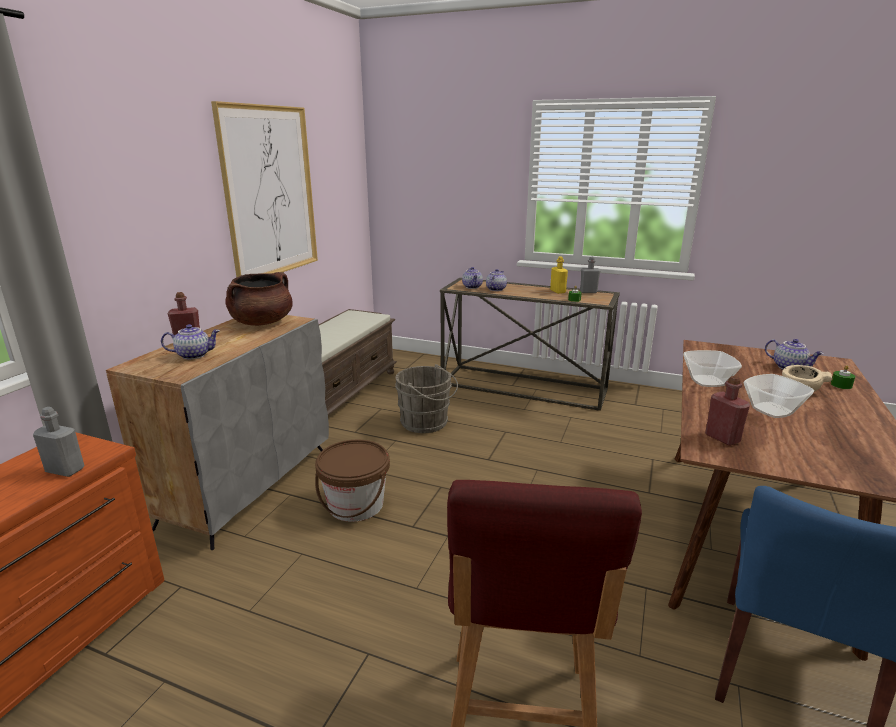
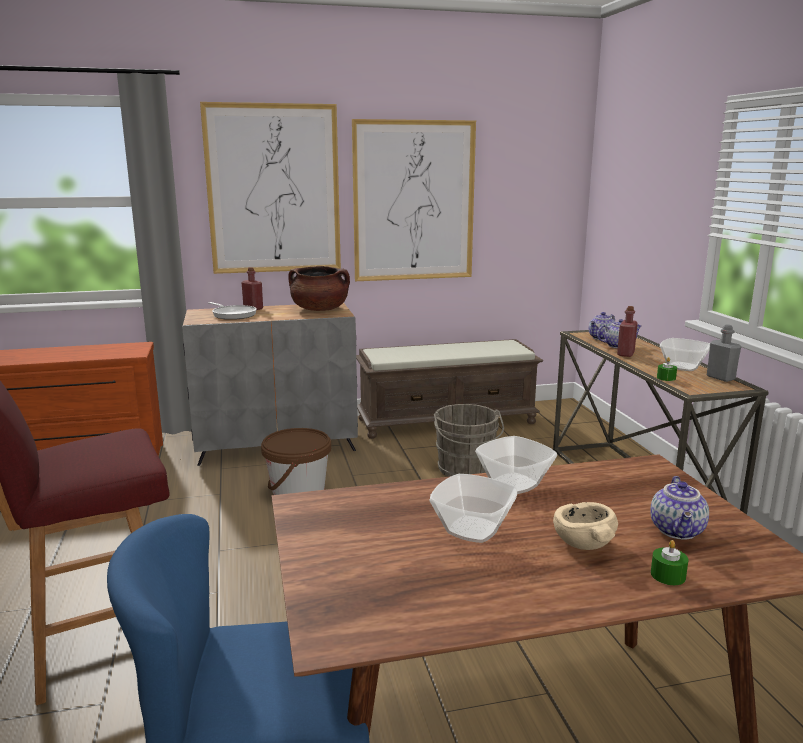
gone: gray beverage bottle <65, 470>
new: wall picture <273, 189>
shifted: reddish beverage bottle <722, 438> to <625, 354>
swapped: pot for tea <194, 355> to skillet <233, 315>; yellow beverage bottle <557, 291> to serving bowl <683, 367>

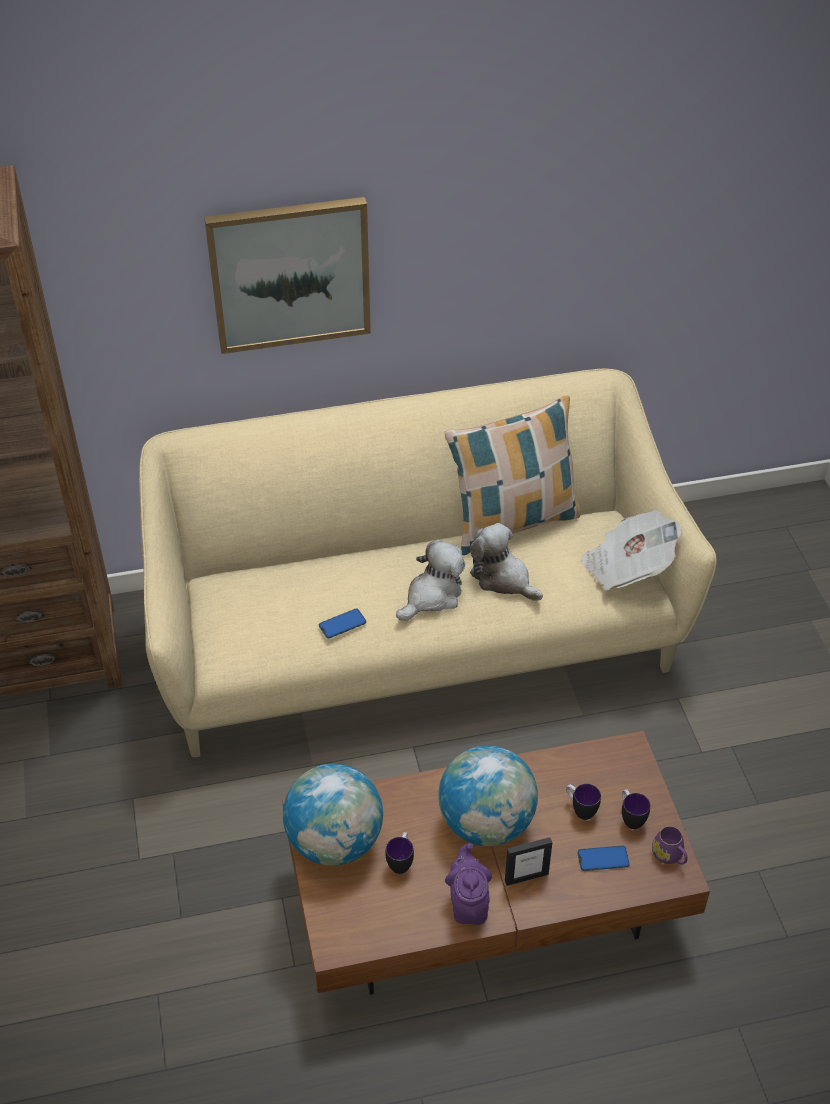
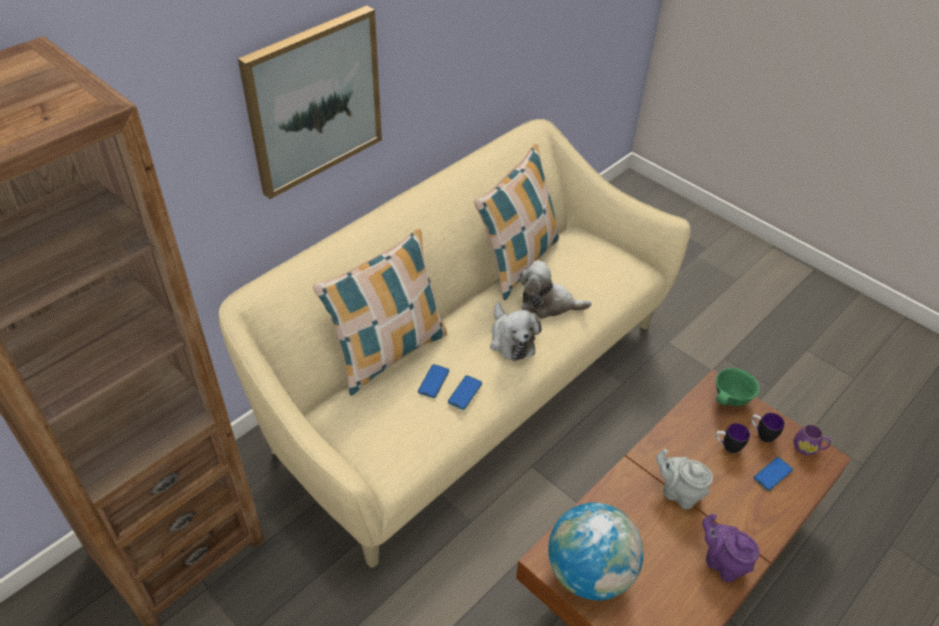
gone: tea mug <401, 861>; picture frame <526, 877>; newspaper <627, 567>
new: pillow <388, 352>; handset <433, 381>; green-coloured serving bowl <731, 399>
swapped: desk globe <486, 823> to gray pot for tea <678, 493>
rotated: soft toy <432, 596> = <511, 339> 150 degrees clockwise

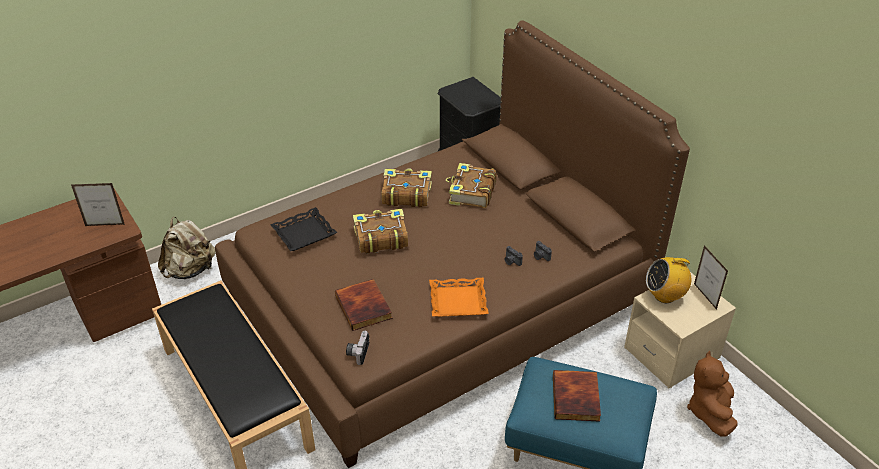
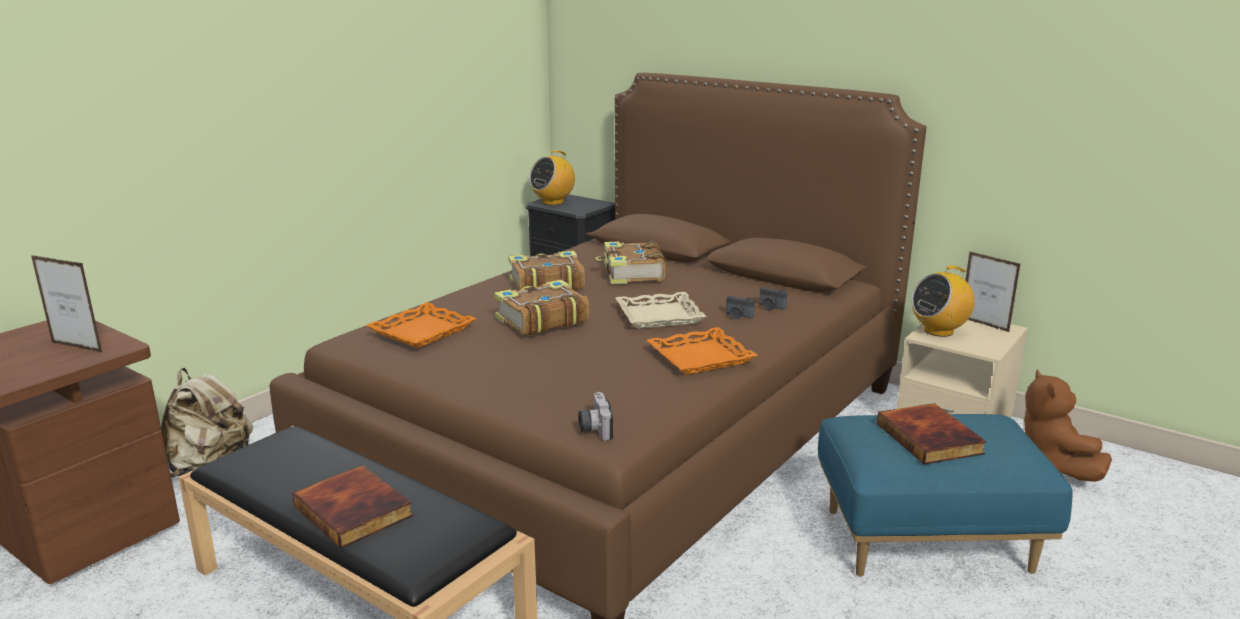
new: radio receiver <553, 202>; sand-coloured serving tray <659, 316>
shifted: volume <364, 307> to <355, 510>
repainted: blackish serving tray <304, 234> to orange serving tray <423, 332>
rotated: picture frame <105, 225> = <77, 347> 45 degrees clockwise

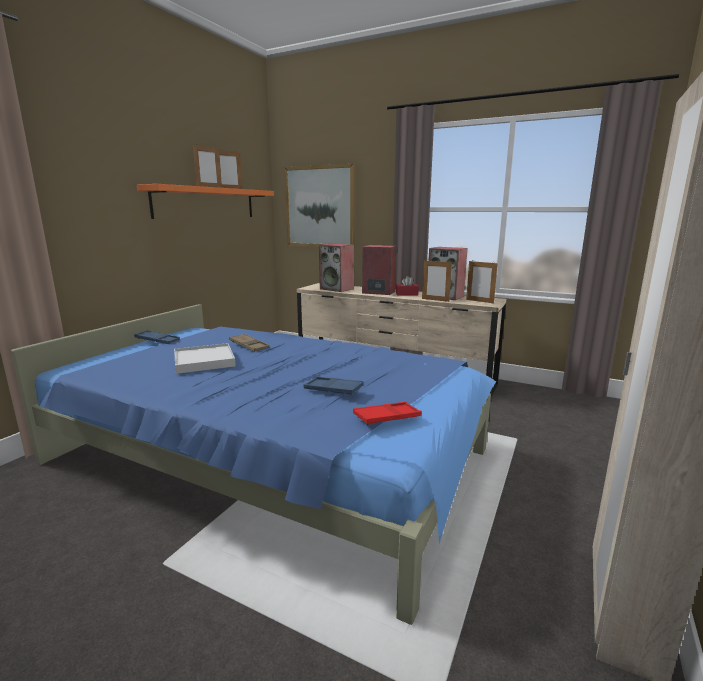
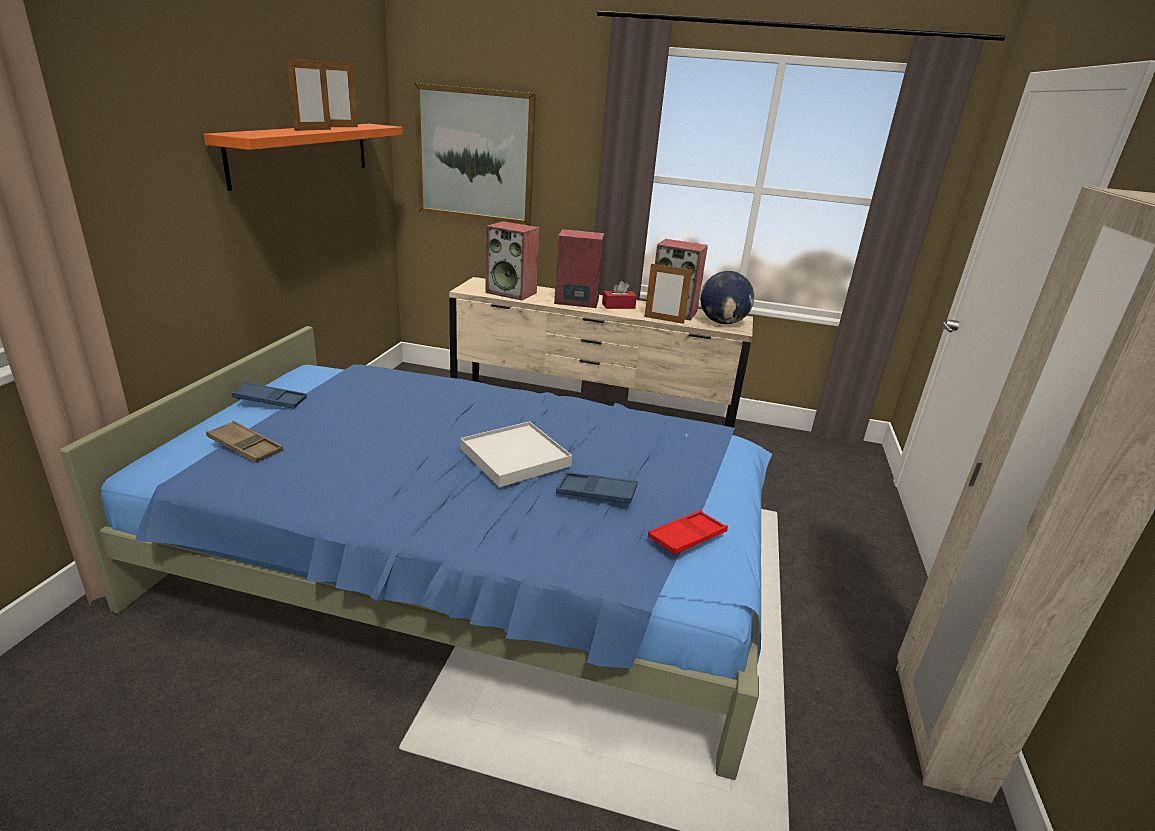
shifted: whitish serving tray <204, 361> to <515, 457>; brown serving tray <249, 346> to <245, 447>
swapped: picture frame <479, 301> to desk globe <722, 322>

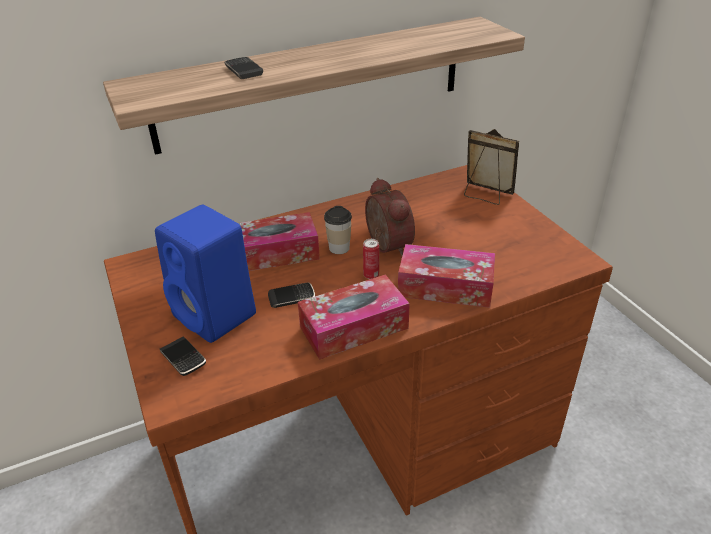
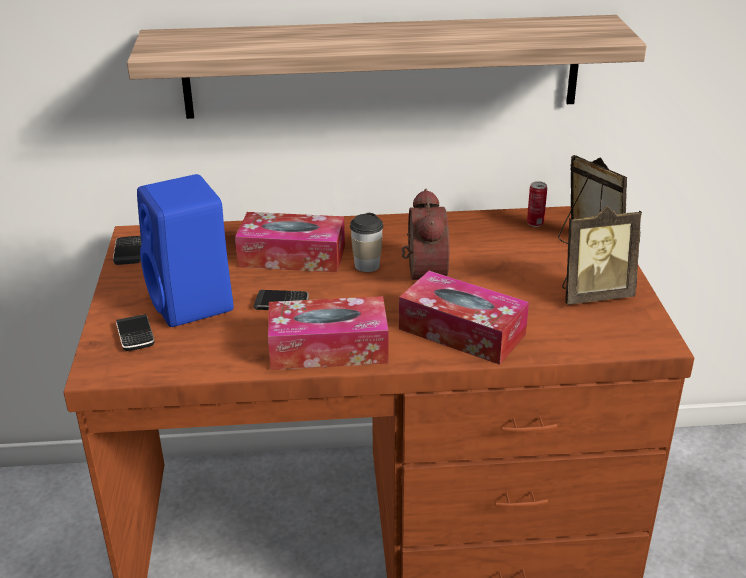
new: picture frame <593, 295>
shifted: handset <244, 70> to <129, 253>; metal can <371, 275> to <535, 223>

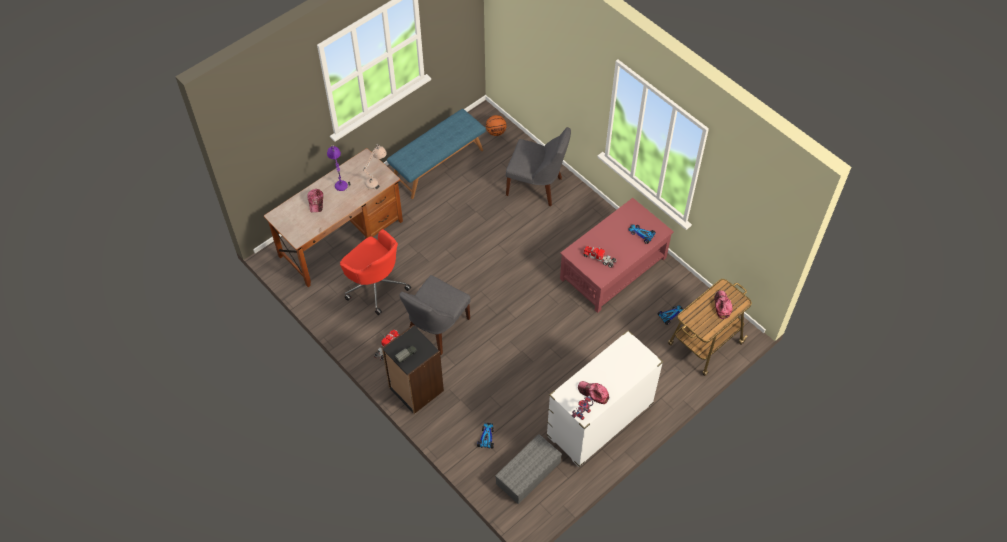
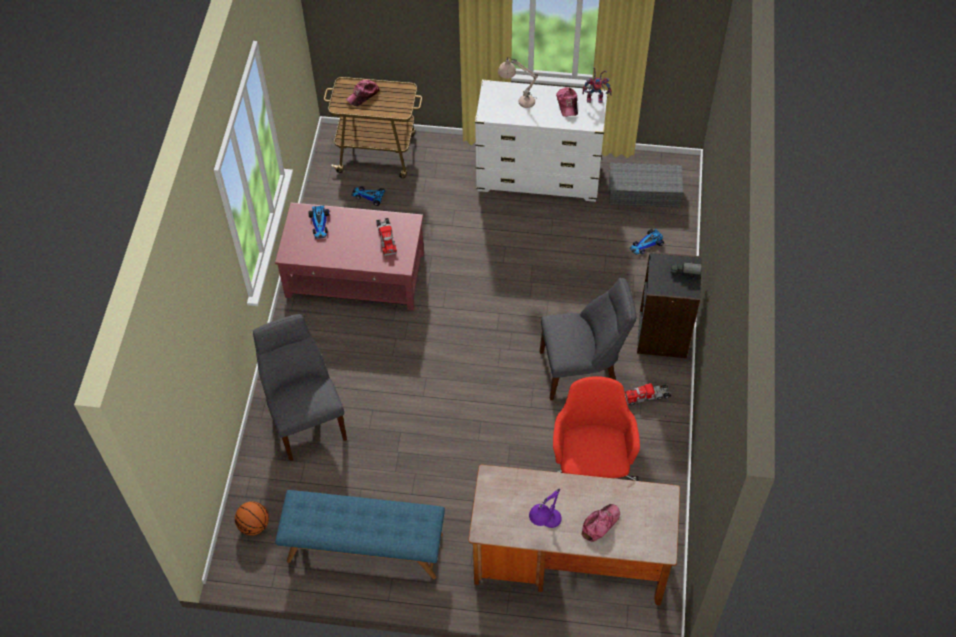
shifted: sand-coloured tabletop lamp <377, 179> to <517, 101>

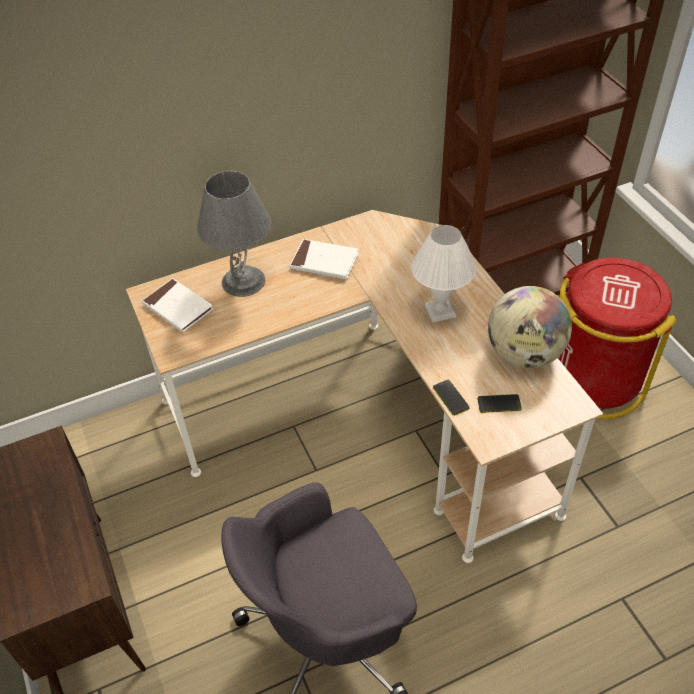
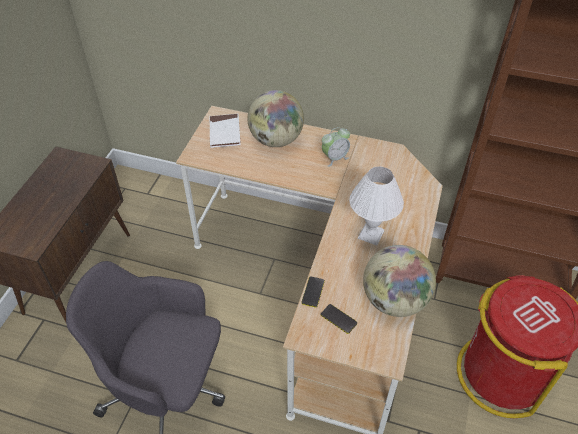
swapped: gray tabletop lamp <244, 281> to desk globe <276, 140>; whitish volume <324, 262> to alarm clock <334, 158>

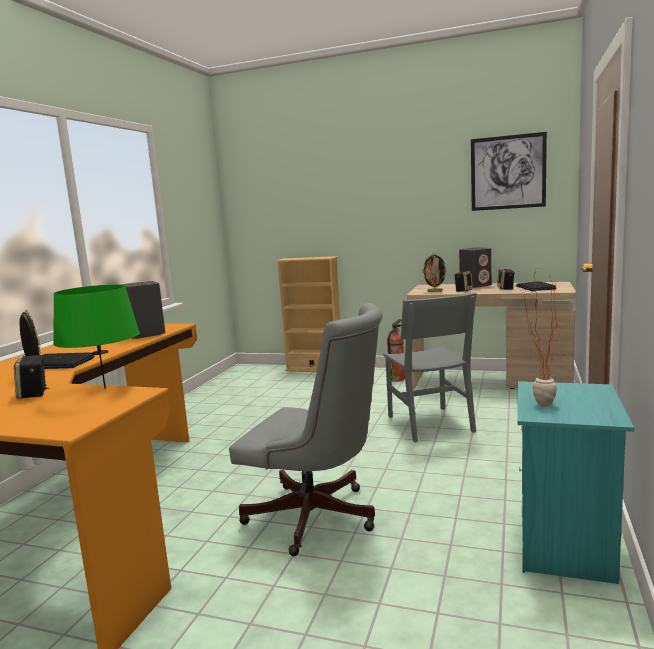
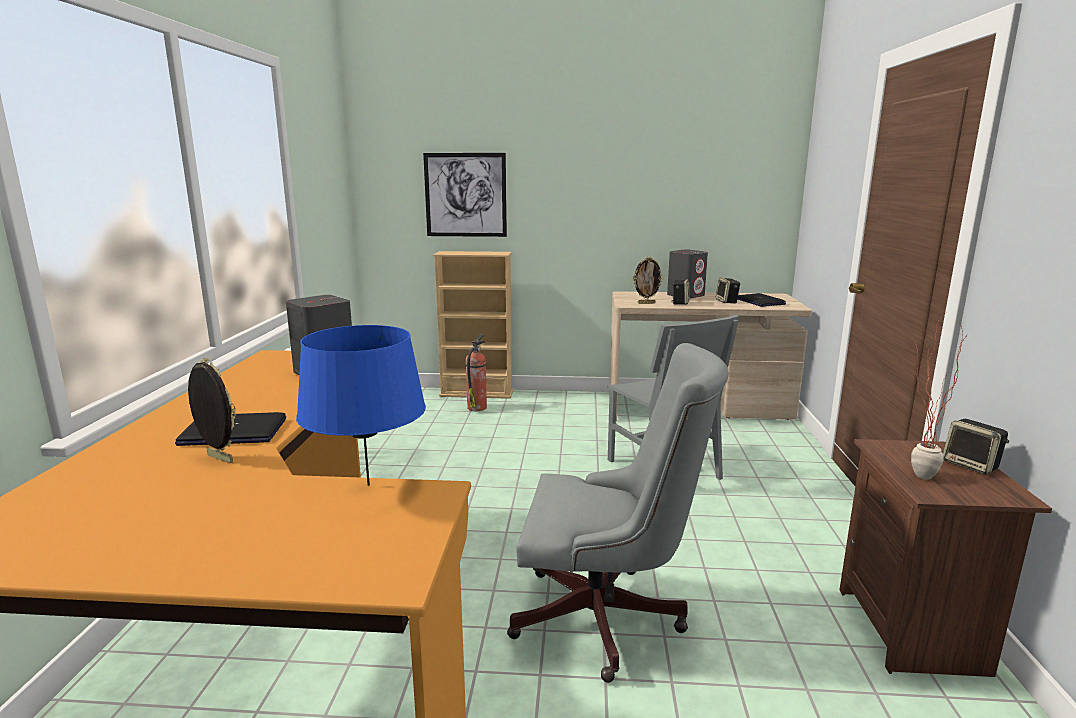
shifted: loudspeaker <34, 393> to <972, 465>; fire-fighting cylinder <397, 379> to <477, 407>; wall picture <508, 172> to <465, 195>
repainted: green-coloured tabletop lamp <104, 388> to bluish tabletop lamp <368, 485>; turquoise night table <567, 546> to brown night table <913, 630>

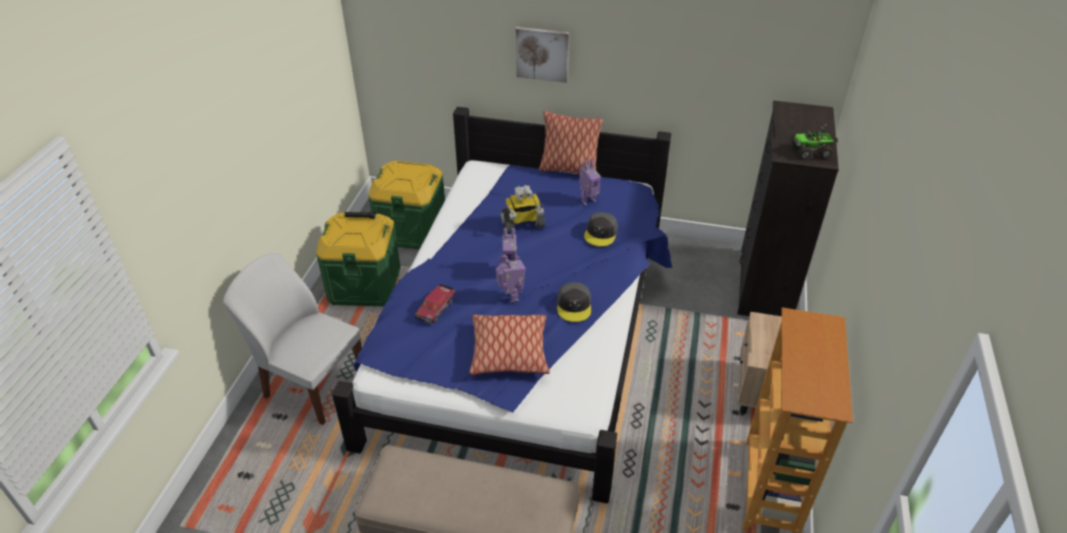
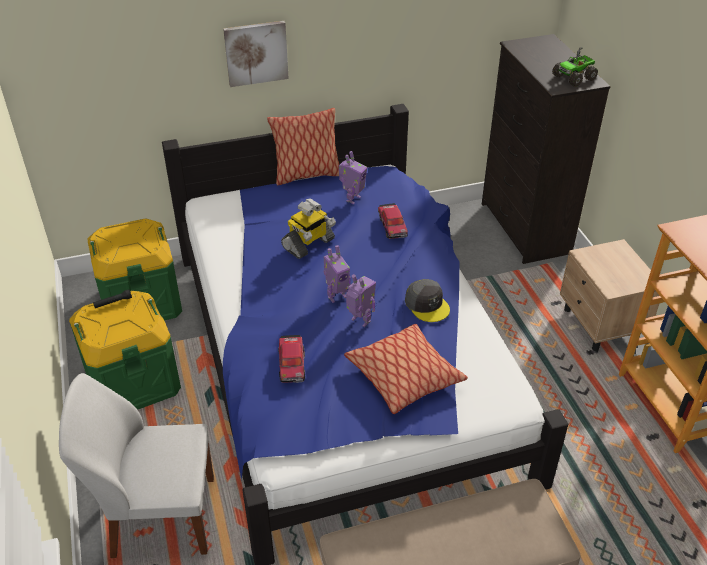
swapped: gray cap <601, 233> to model car <392, 225>

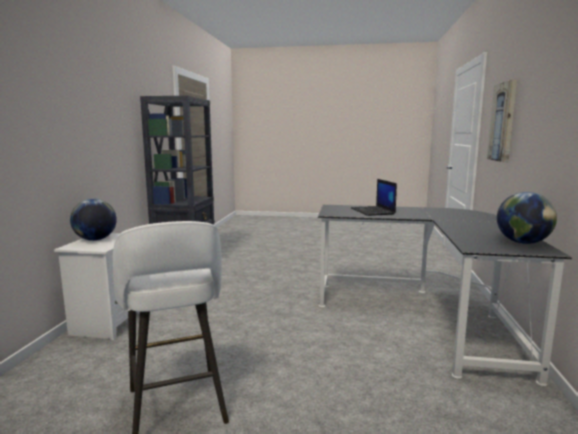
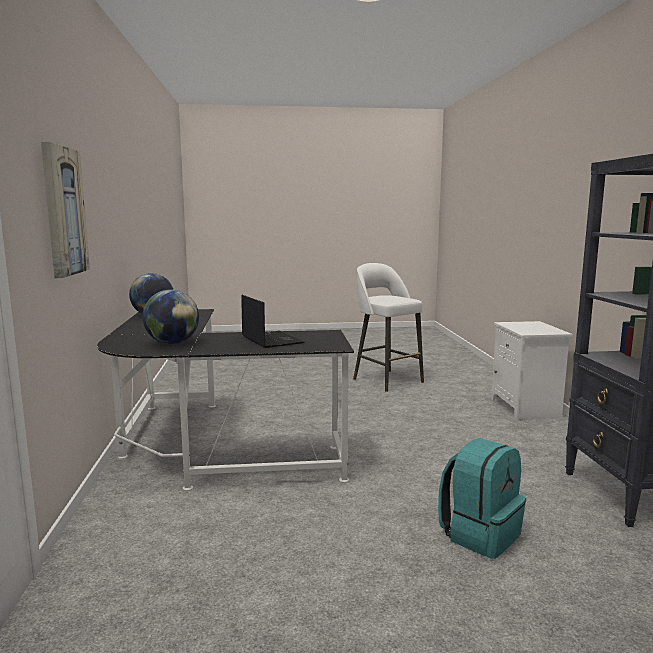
new: turquoise backpack <480, 534>
shifted: desk globe <95, 239> to <172, 343>

